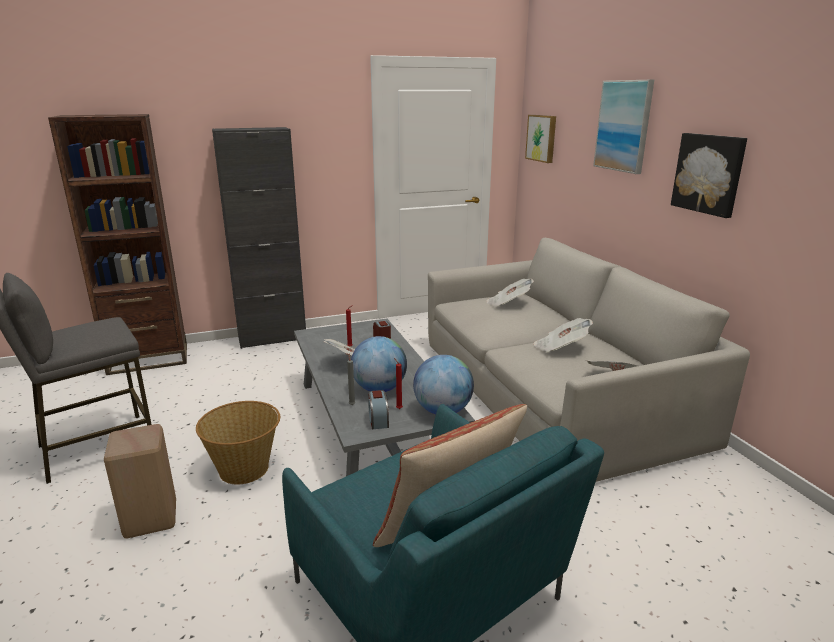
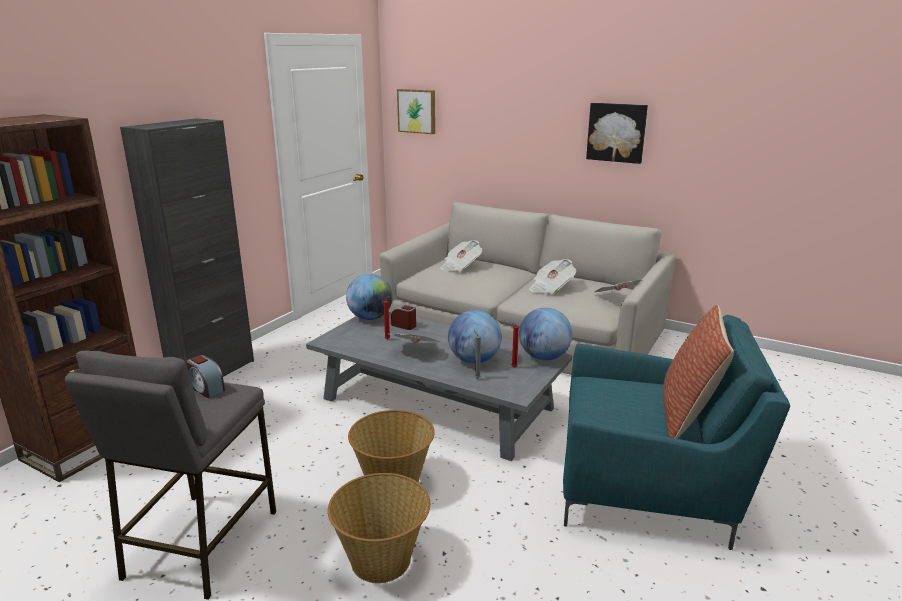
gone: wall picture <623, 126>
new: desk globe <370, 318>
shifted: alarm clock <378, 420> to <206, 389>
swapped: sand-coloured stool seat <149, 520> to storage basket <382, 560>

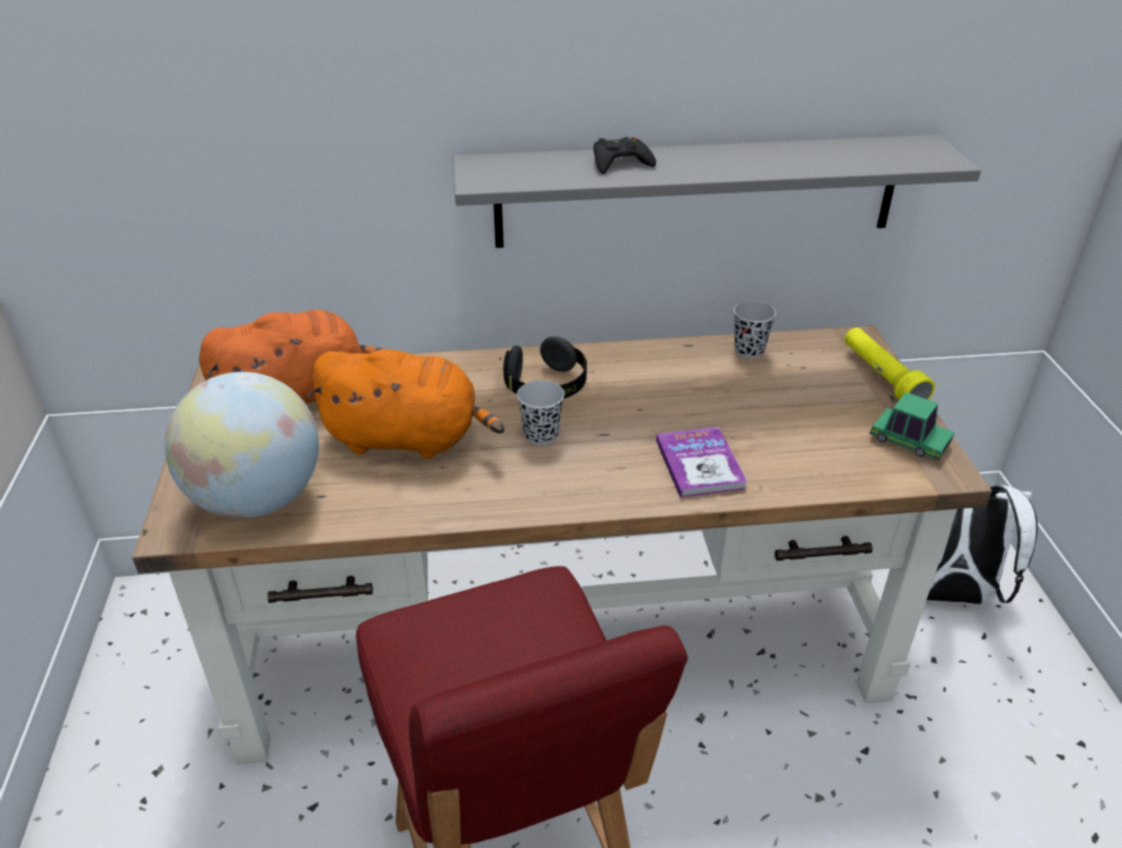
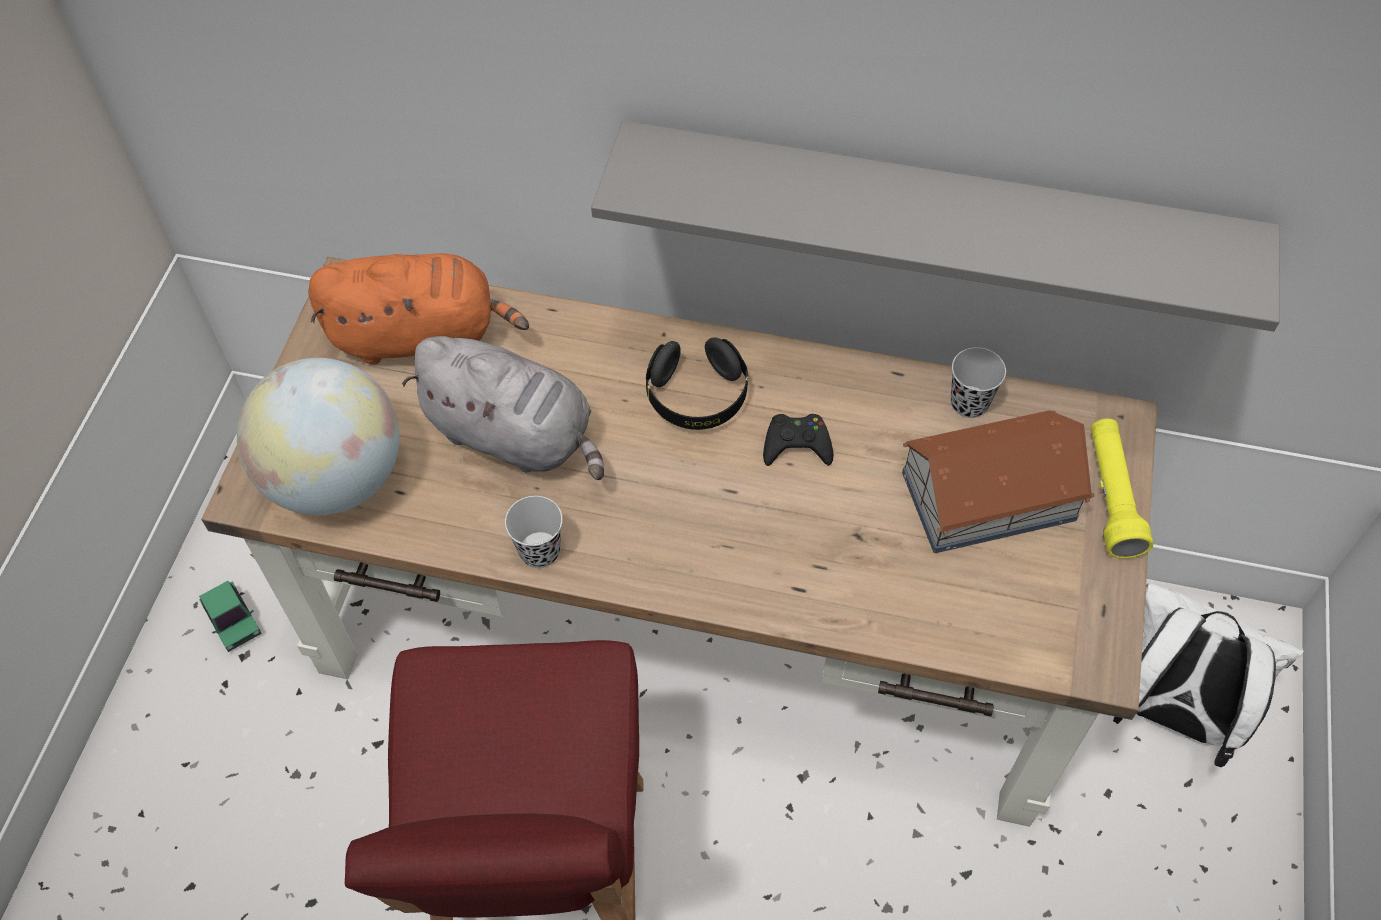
gone: volume <699, 464>
new: toy house <986, 495>
shifted: blackish small cup <541, 435> to <539, 551>; blackish gamepad <620, 163> to <797, 445>; model car <909, 441> to <232, 620>
repainted: orange soft toy <408, 439> to gray soft toy <515, 435>

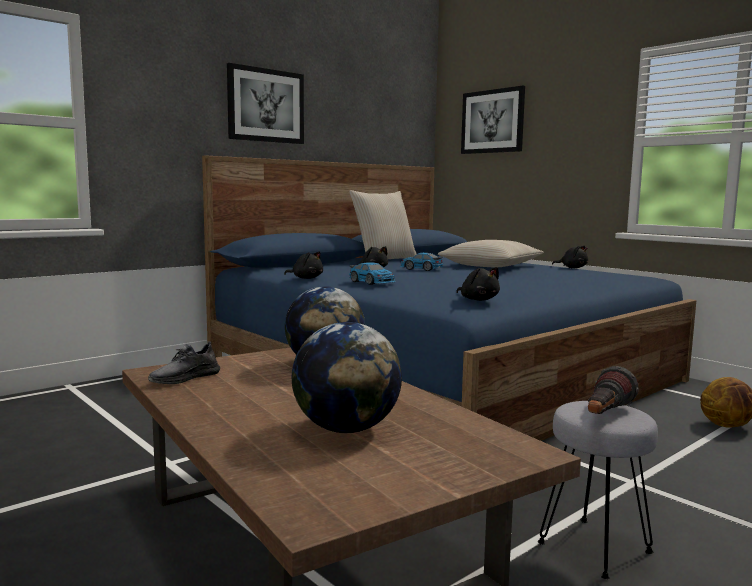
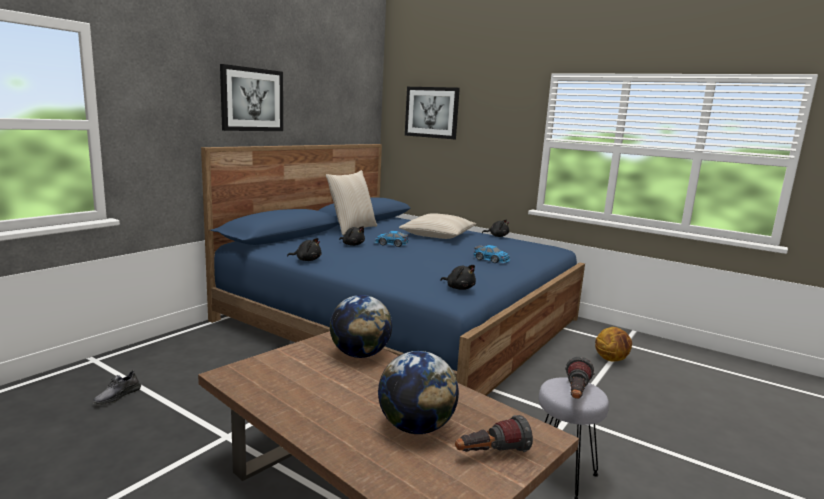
new: hand torch <490, 454>
shifted: gray item of footwear <184, 378> to <117, 396>; model car <372, 282> to <491, 260>

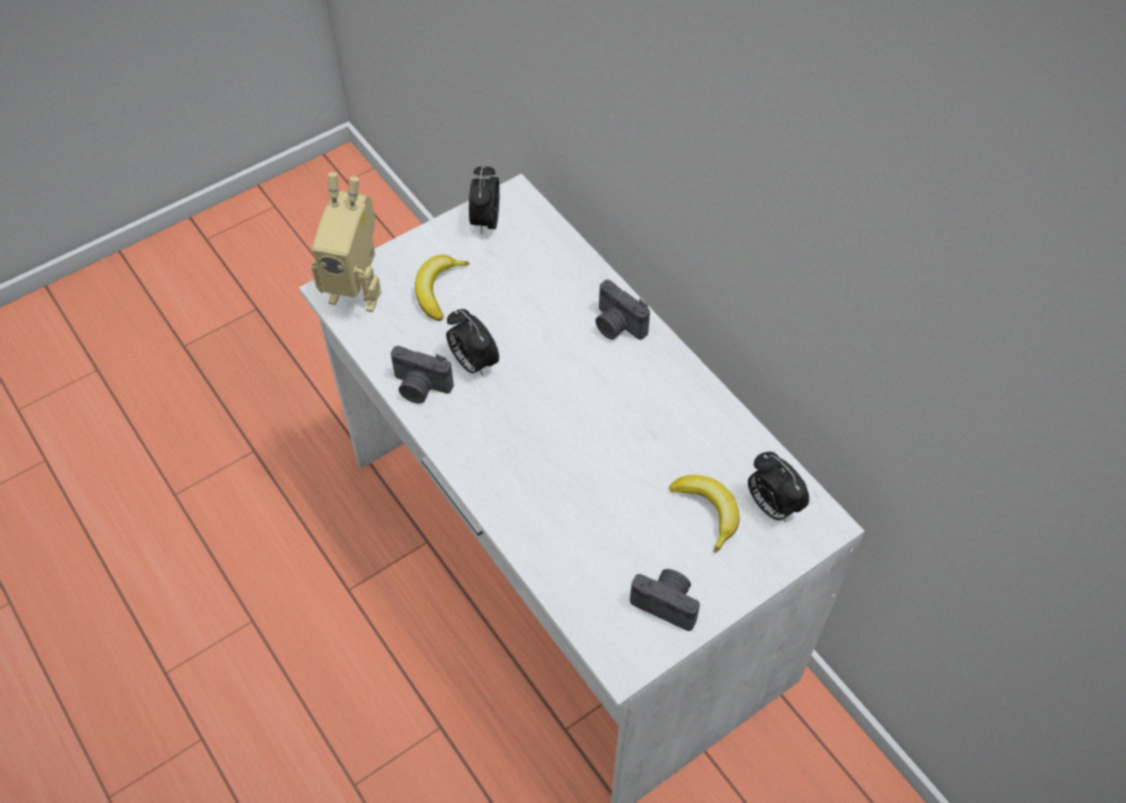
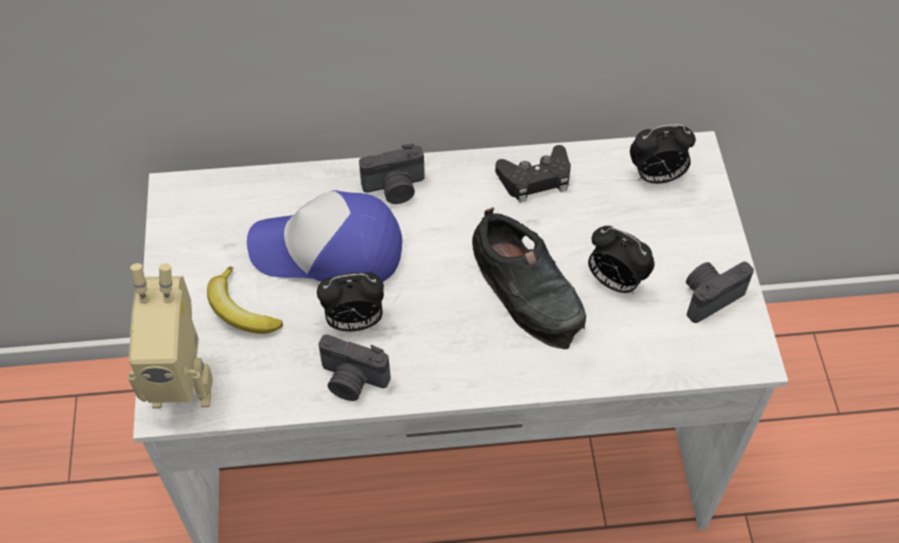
gone: whole banana <707, 511>
new: cap <328, 251>; blackish item of footwear <528, 288>; blackish gamepad <535, 179>
shifted: alarm clock <485, 221> to <614, 281>
rotated: toy robot <357, 290> = <183, 382> 45 degrees clockwise; still camera <420, 387> = <352, 381> 60 degrees clockwise

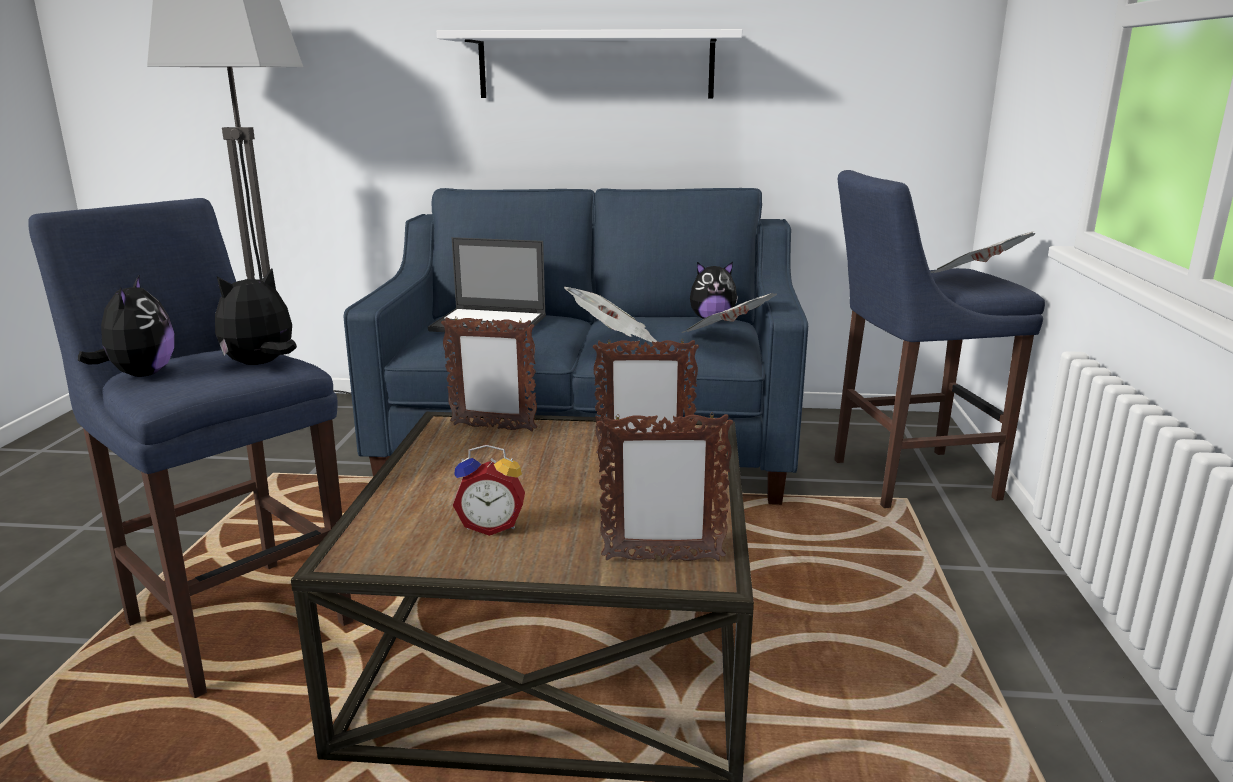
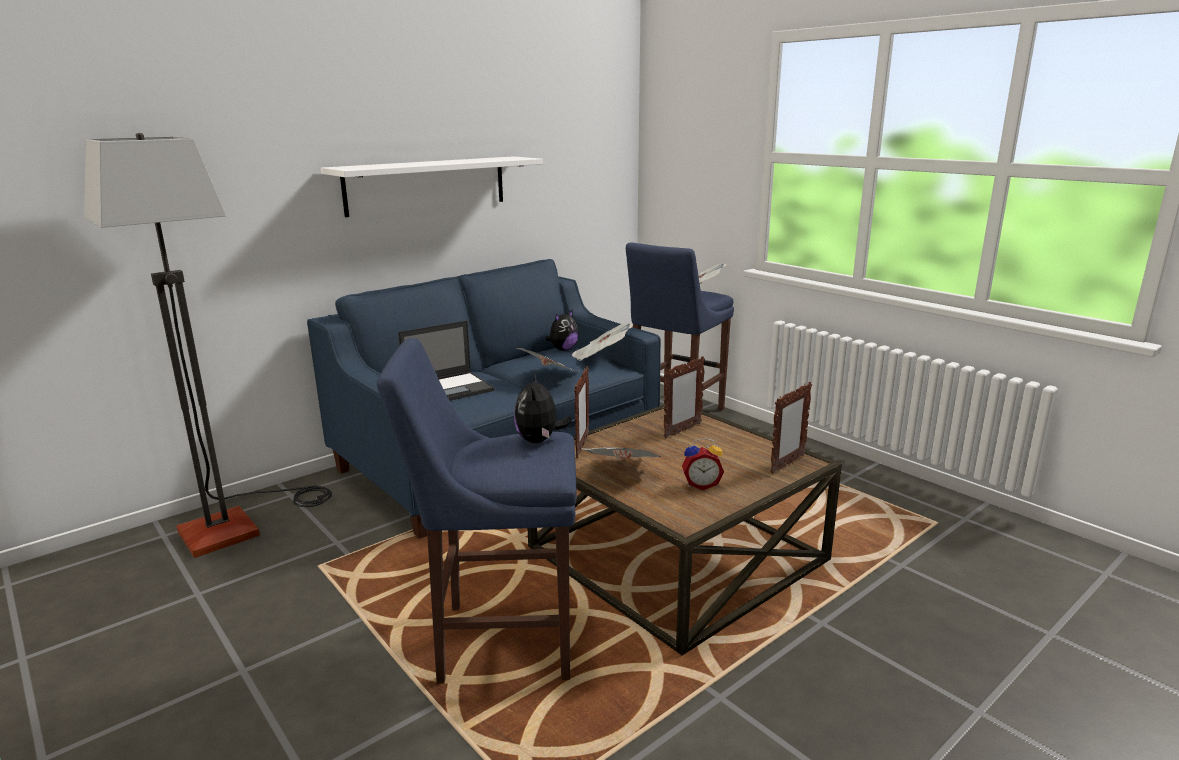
gone: soft toy <140, 375>
new: newspaper <622, 472>
rotated: picture frame <493, 428> = <582, 446> 45 degrees counterclockwise; alarm clock <491, 526> = <701, 485> 45 degrees clockwise

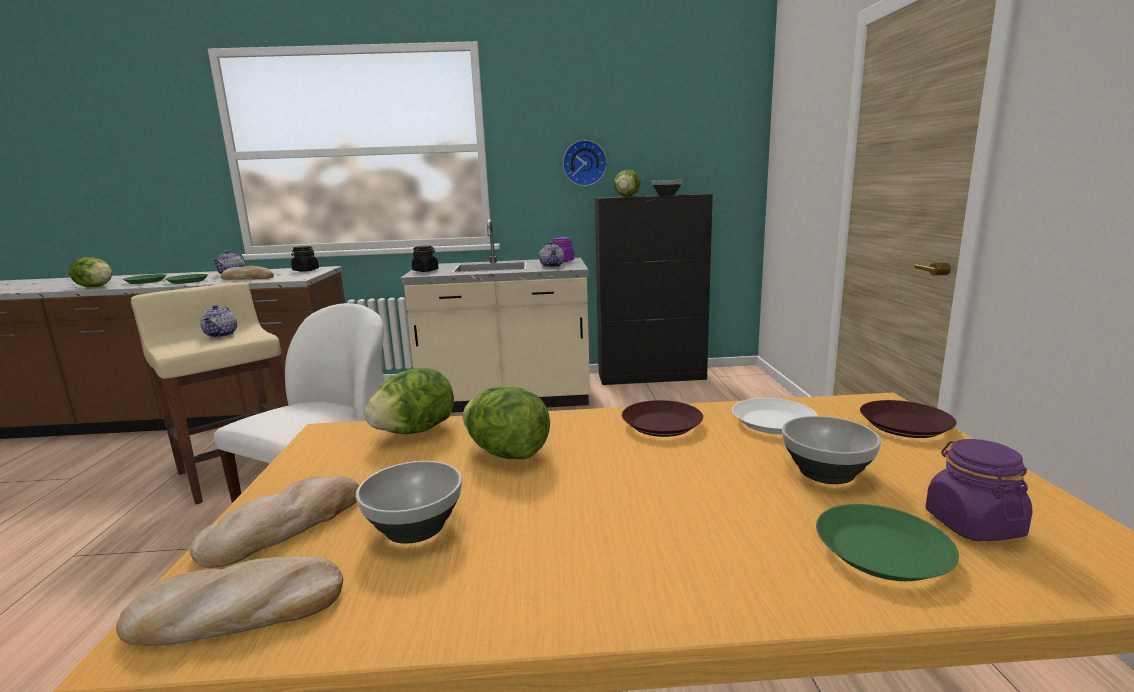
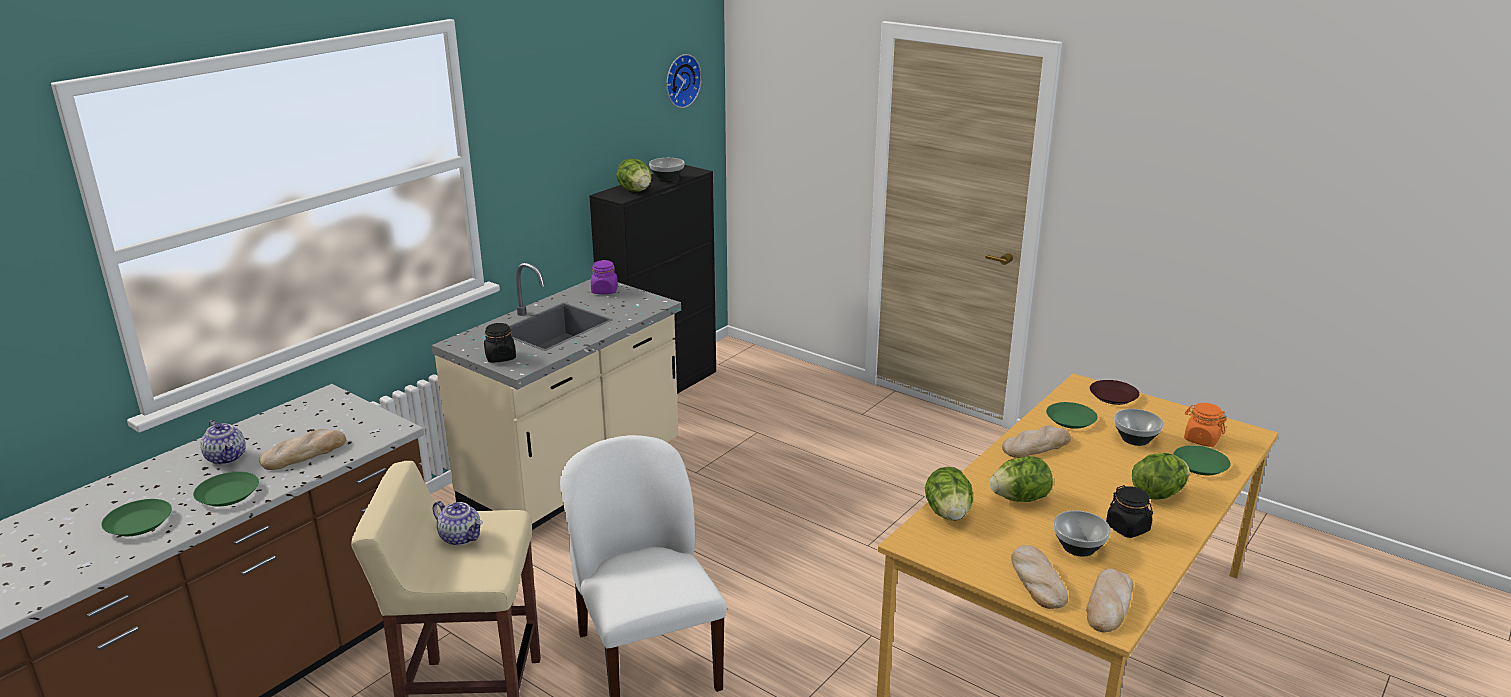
gone: pot for tea <552, 266>
shifted: head of lettuce <95, 287> to <1157, 494>; blackish jar <305, 270> to <1127, 528>; clock on the wall <584, 163> to <680, 80>
swapped: brown flat dish <661, 425> to bakery bread <1036, 446>
repainted: whitish flat dish <774, 422> to green-coloured flat dish <1071, 419>; purple jar <972, 524> to orange jar <1201, 439>

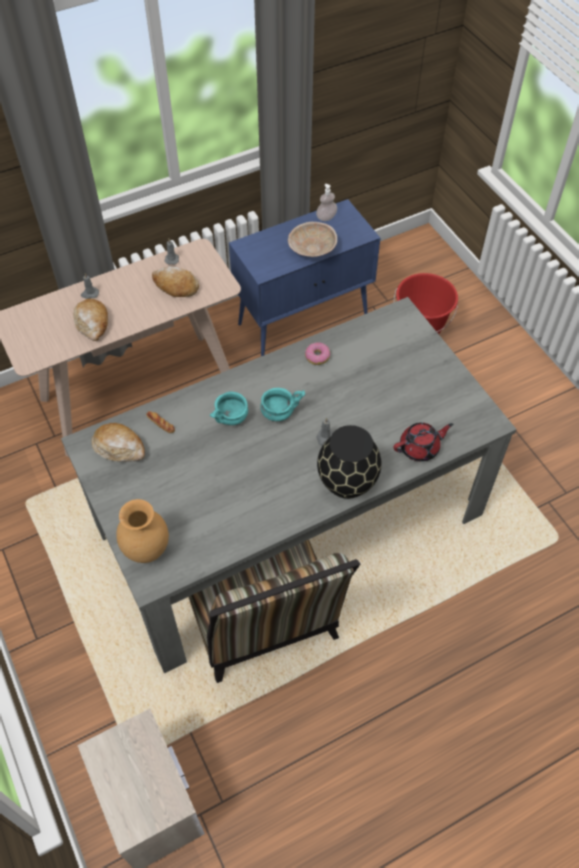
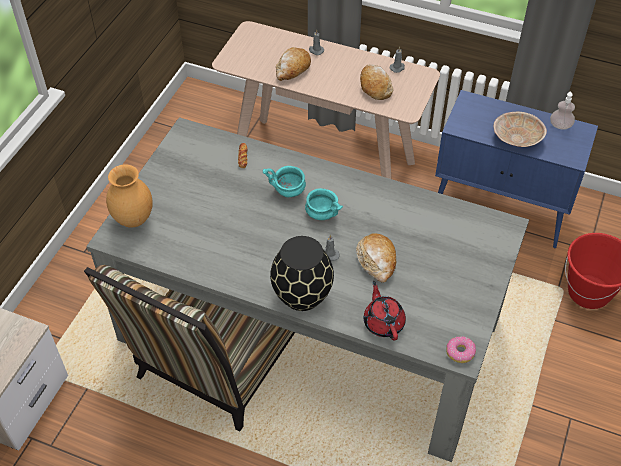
shifted: bakery bread <119, 448> to <377, 261>; ring doughnut <317, 356> to <460, 352>
rotated: reddish pot for tea <420, 448> = <383, 322> 135 degrees counterclockwise

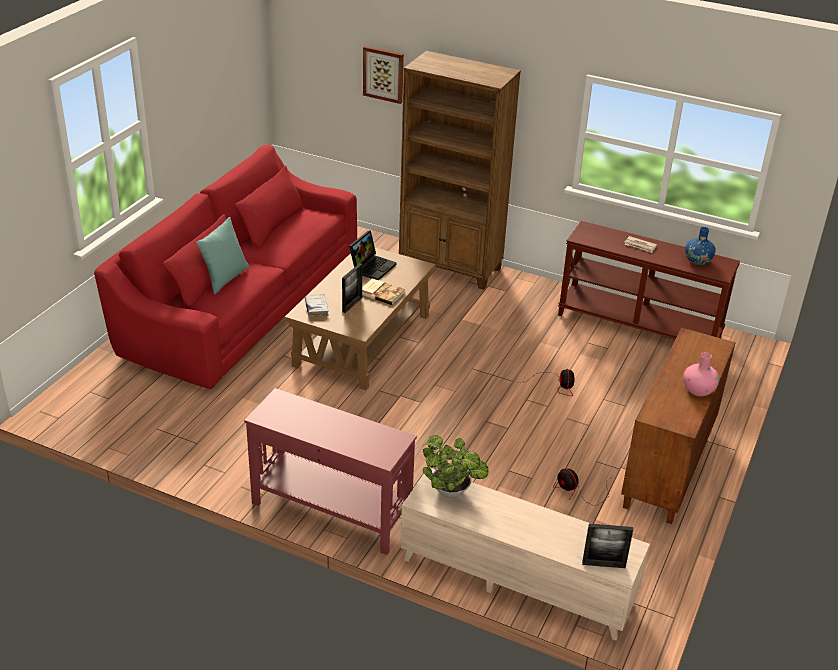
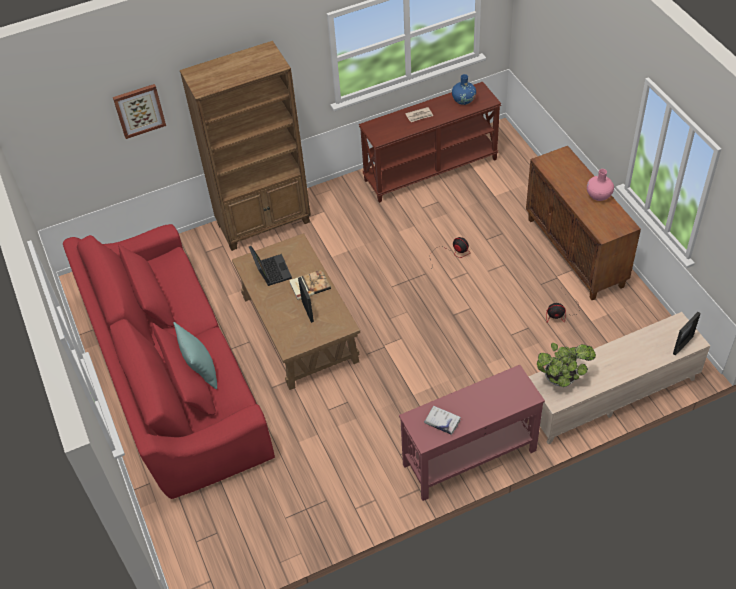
shifted: whitish volume <316, 308> to <442, 422>

